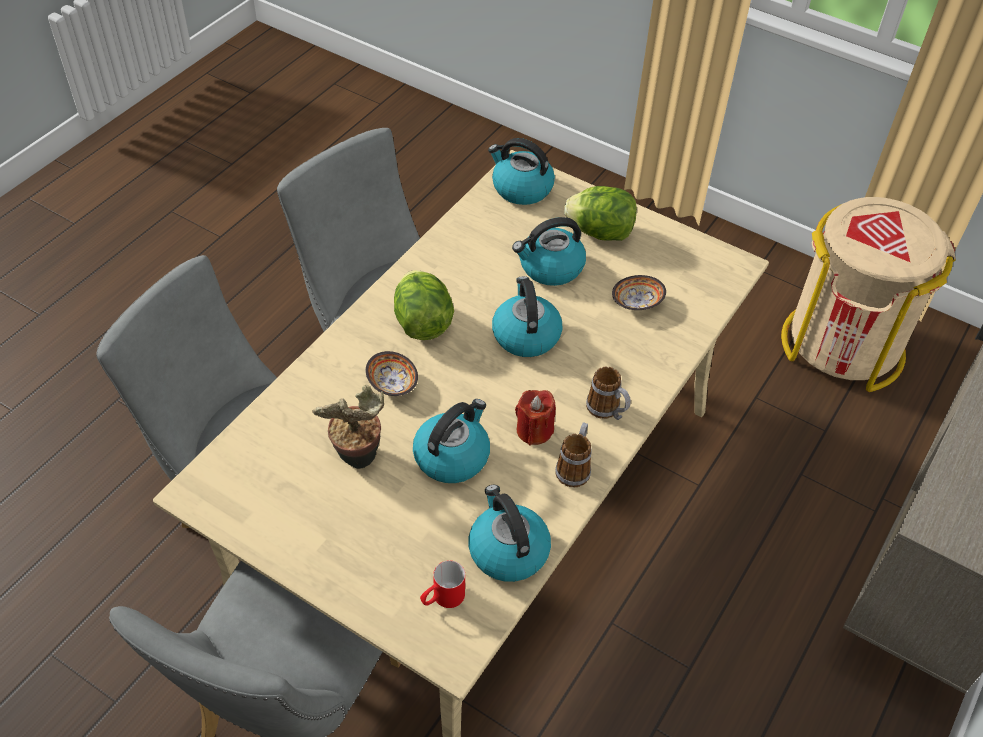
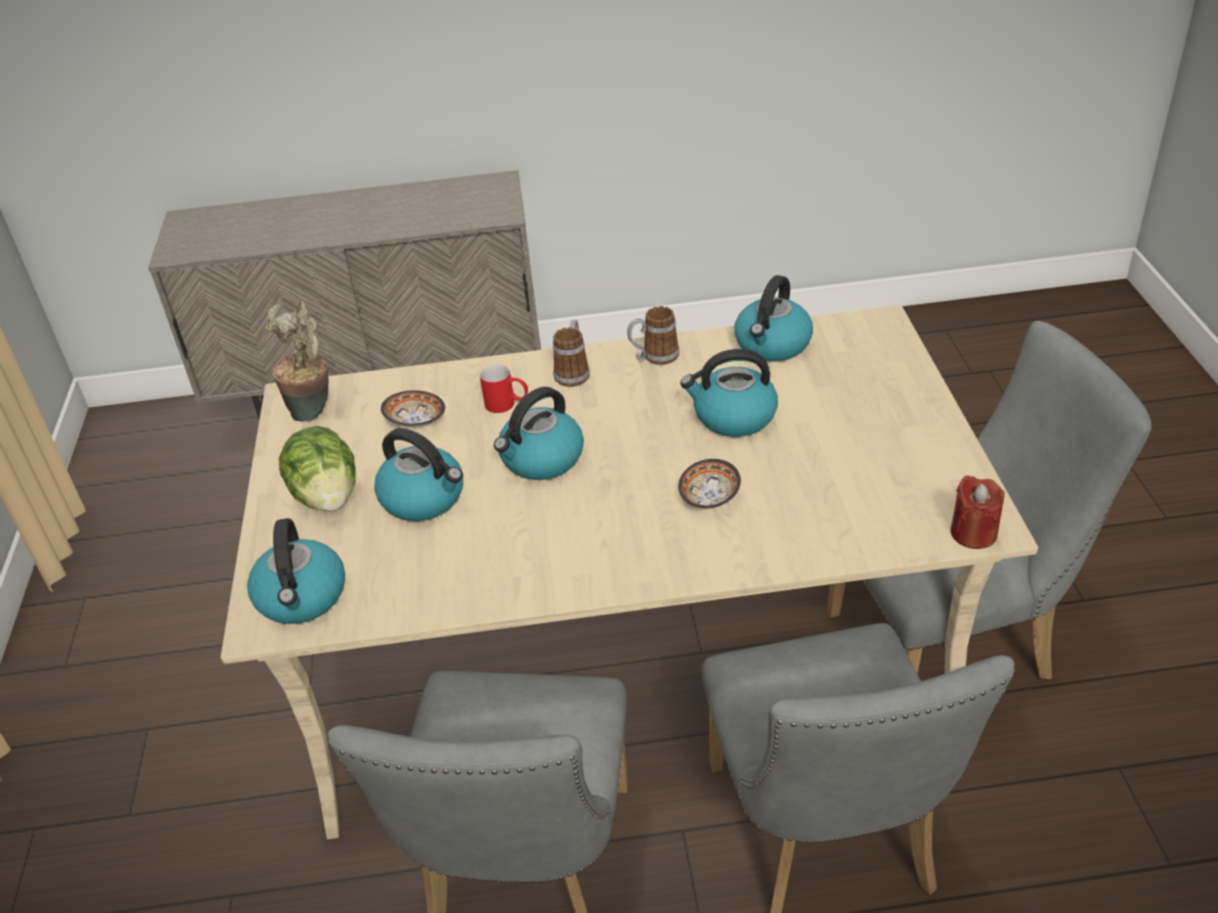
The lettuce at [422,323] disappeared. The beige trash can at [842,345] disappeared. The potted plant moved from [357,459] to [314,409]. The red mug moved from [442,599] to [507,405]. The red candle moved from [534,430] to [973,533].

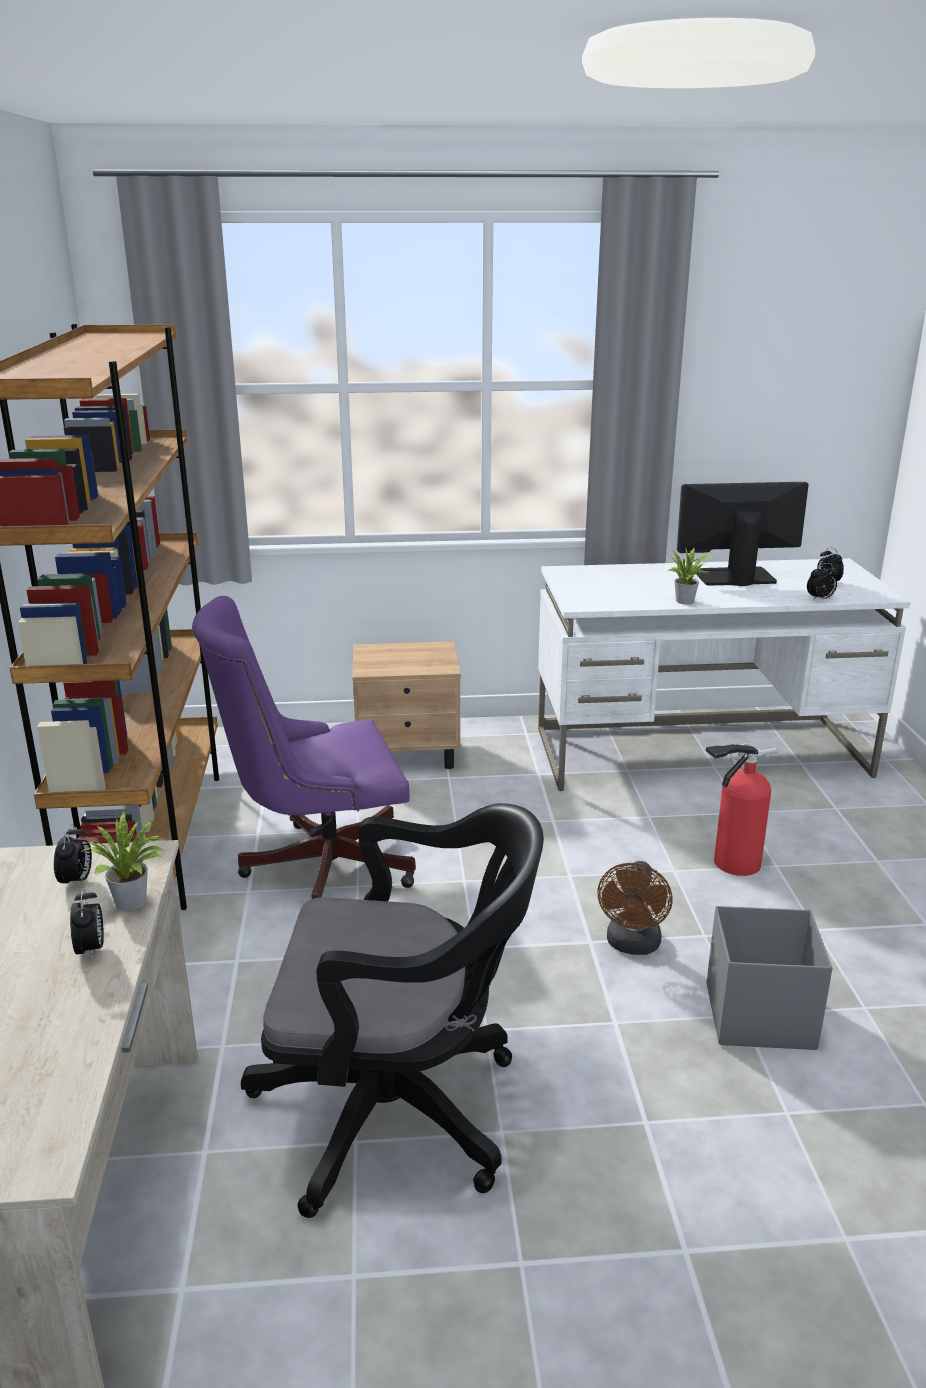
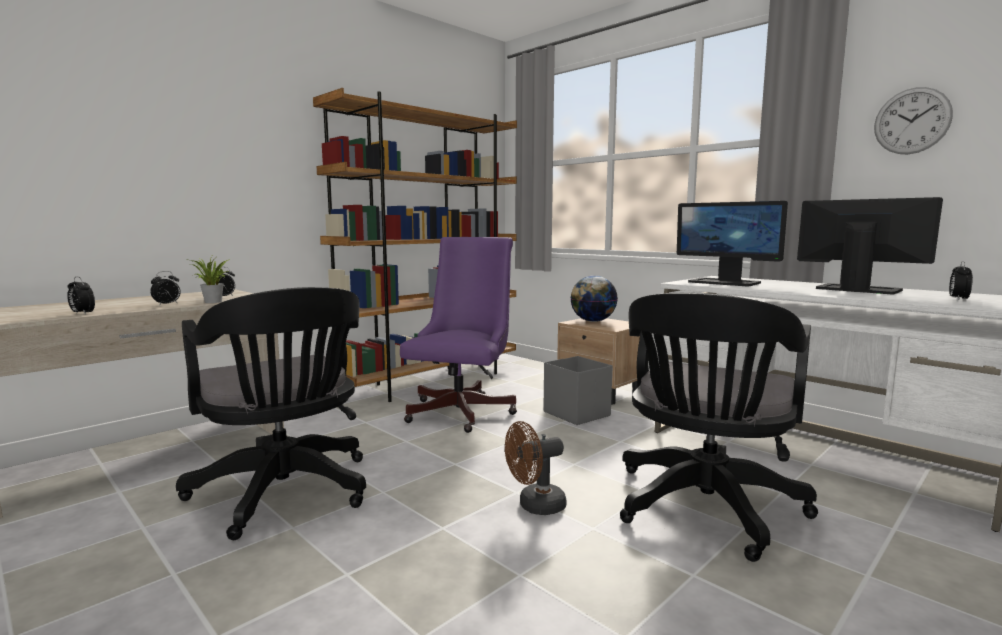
The potted plant at [687,601] disappeared. The globe at [592,321] appeared. The monitor at [725,282] appeared. The wall clock at [912,121] appeared. The grey storage box moved from [757,1016] to [576,413]. The alarm clock moved from [820,599] to [82,314]. The fire extinguisher at [732,864] was replaced by the black office chair at [704,510]. The purple office chair at [317,867] turned 75 degrees clockwise.

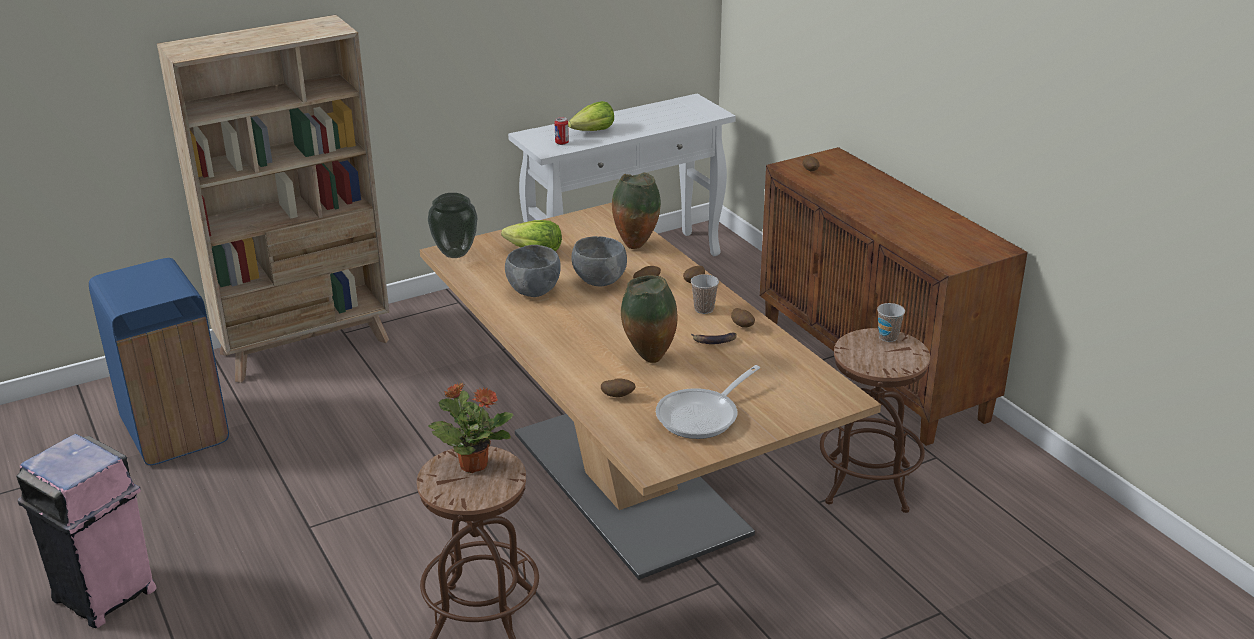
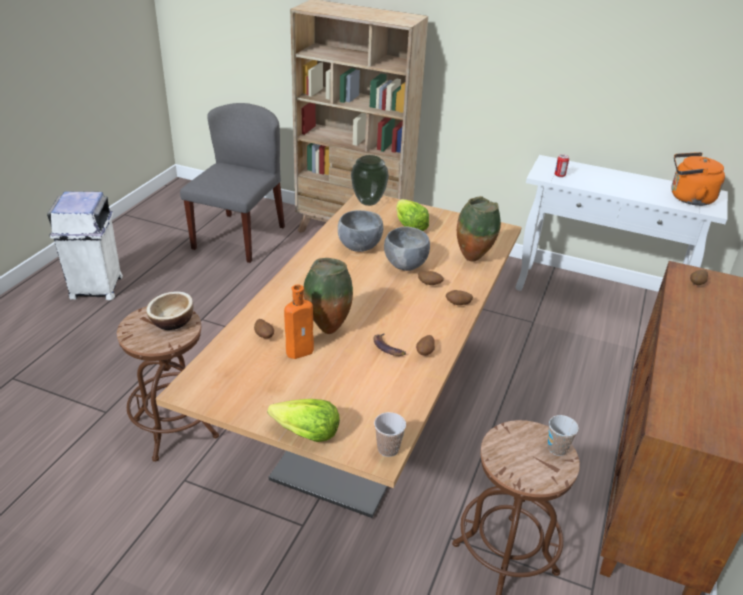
The frying pan at [703,416] disappeared. The orange bottle at [301,351] appeared. The orange kettle at [688,198] appeared. The lettuce moved from [593,131] to [306,433]. The cup moved from [704,309] to [388,449]. The blue trash can at [176,431] was replaced by the grey chair at [239,237]. The potted plant at [473,464] was replaced by the bowl at [172,321]. The pink trash can at [105,595] became the white trash can at [96,288].

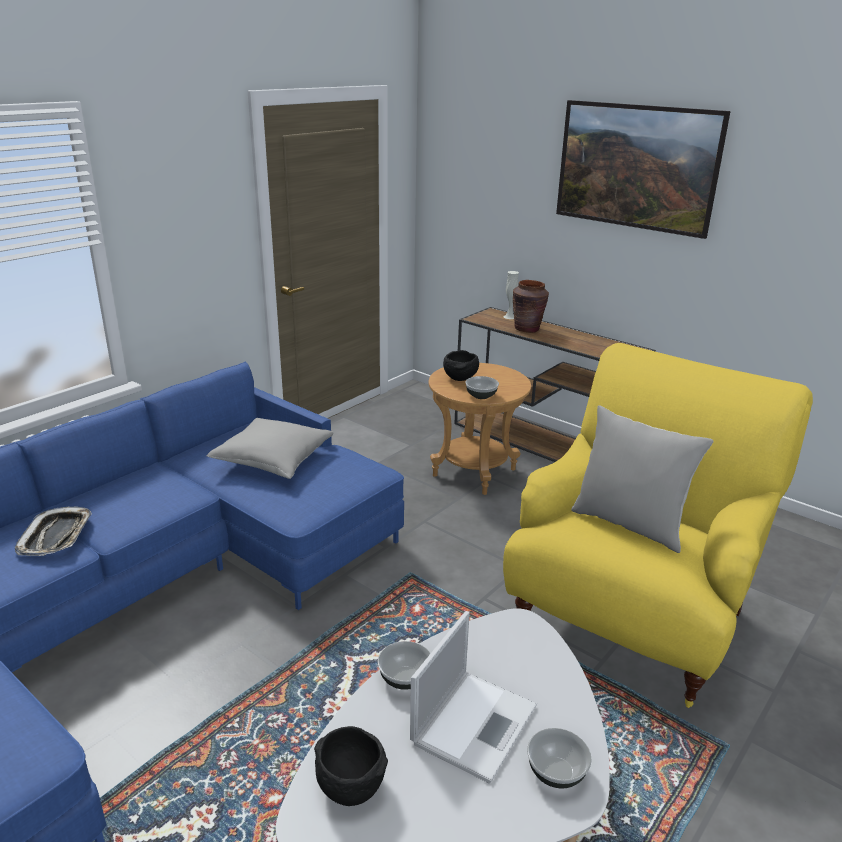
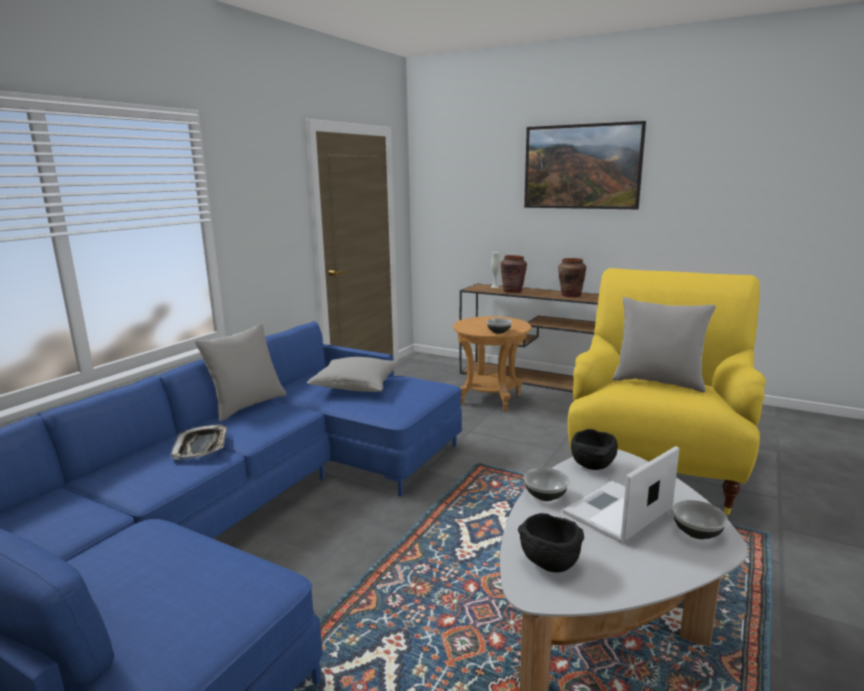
The grey pillow at [247,405] appeared. The brown vase at [570,295] appeared. The black bowl moved from [460,379] to [593,466]. The laptop at [475,722] turned 150 degrees counterclockwise.

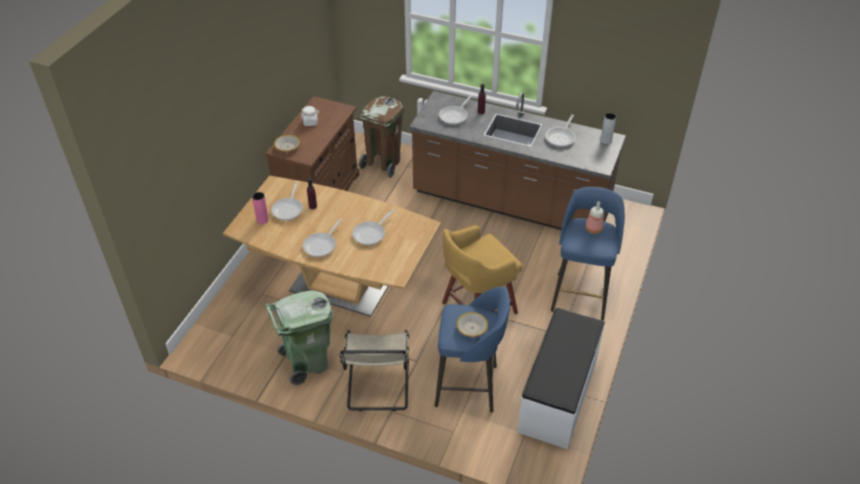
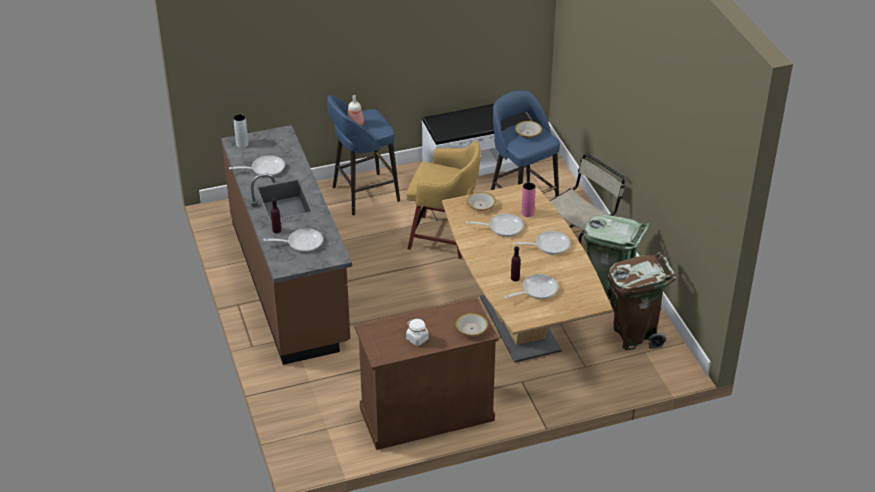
The bowl at [480,205] appeared. The pink vase moved from [262,220] to [527,213]. The brown trash can moved from [383,163] to [634,335].

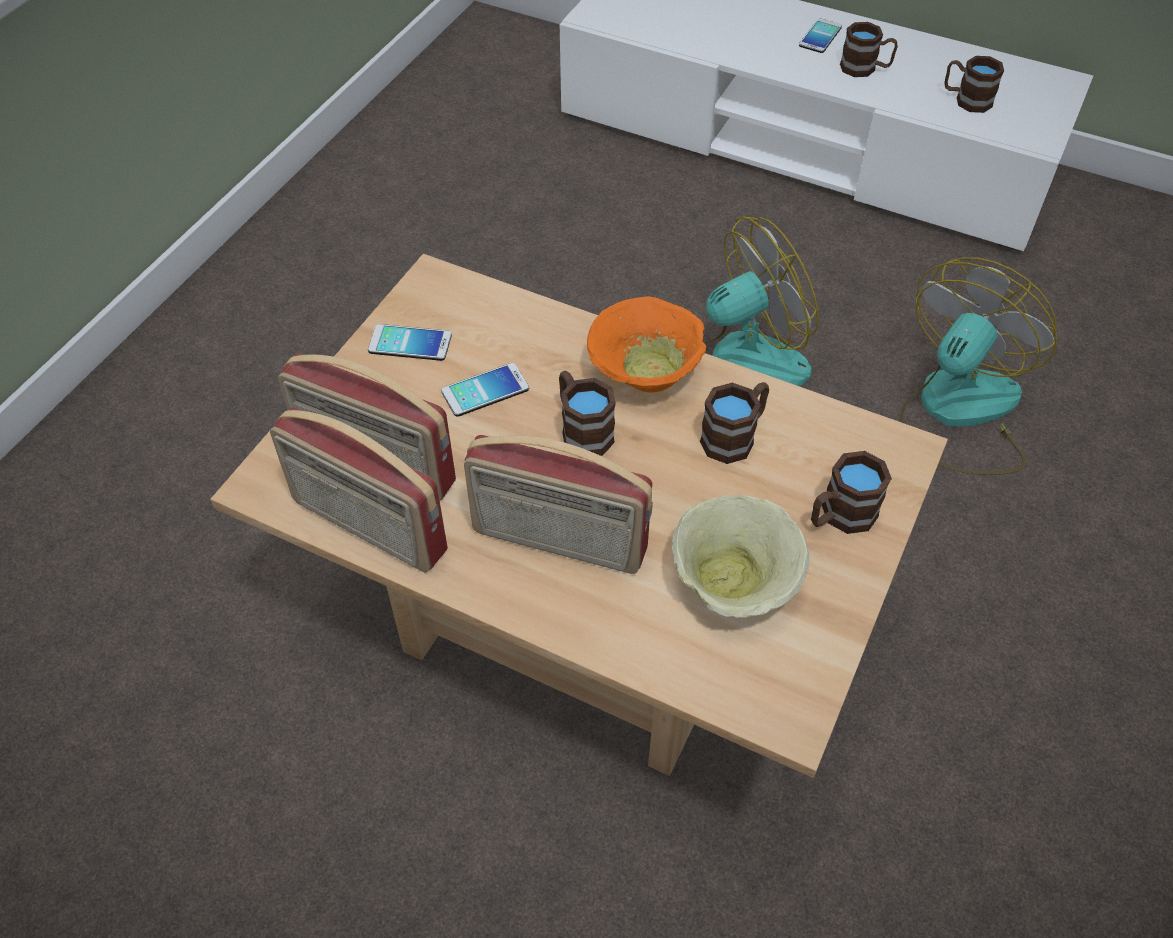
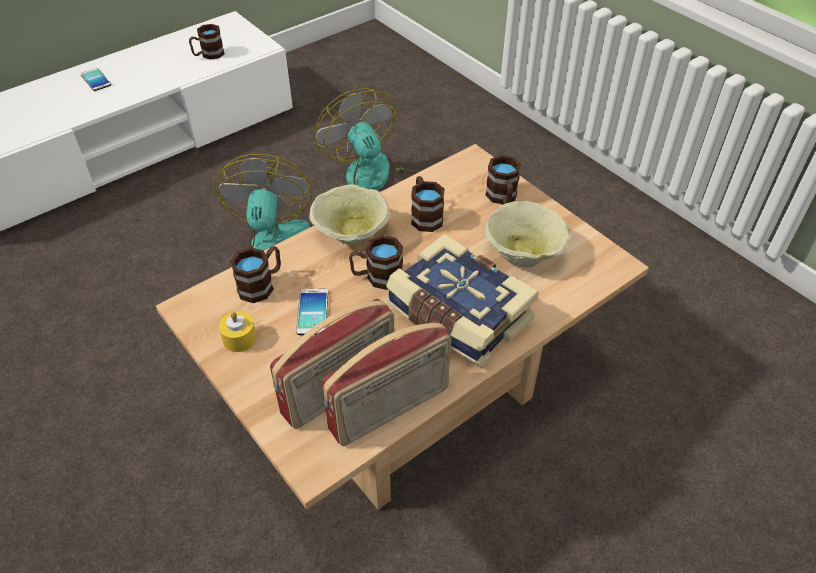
The brown mug moved from [865,68] to [261,285]. The phone at [410,343] was replaced by the yellow candle at [239,338]. The radio at [558,543] was replaced by the book at [457,317]. The orange bowl at [645,370] became the beige bowl at [350,233].

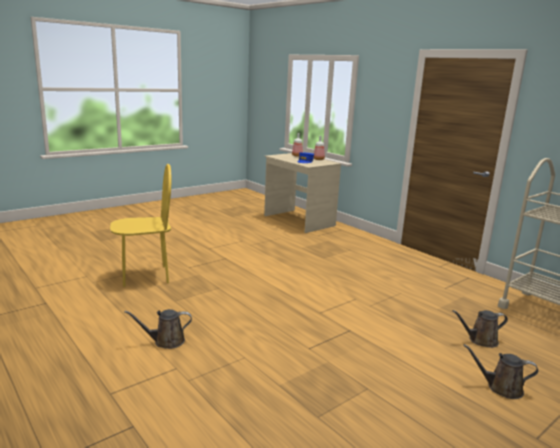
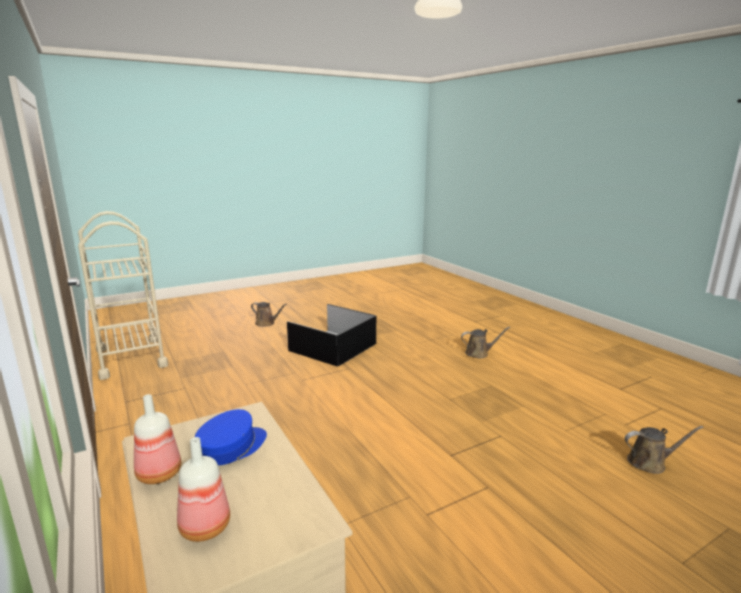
The yellow chair at [145,276] disappeared. The black storage box at [333,347] appeared. The brown watering can moved from [480,340] to [650,462].

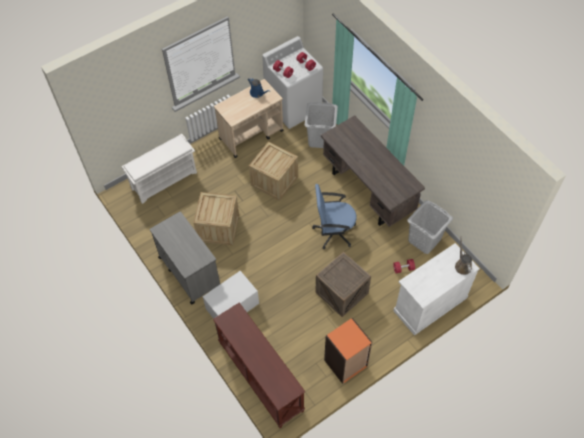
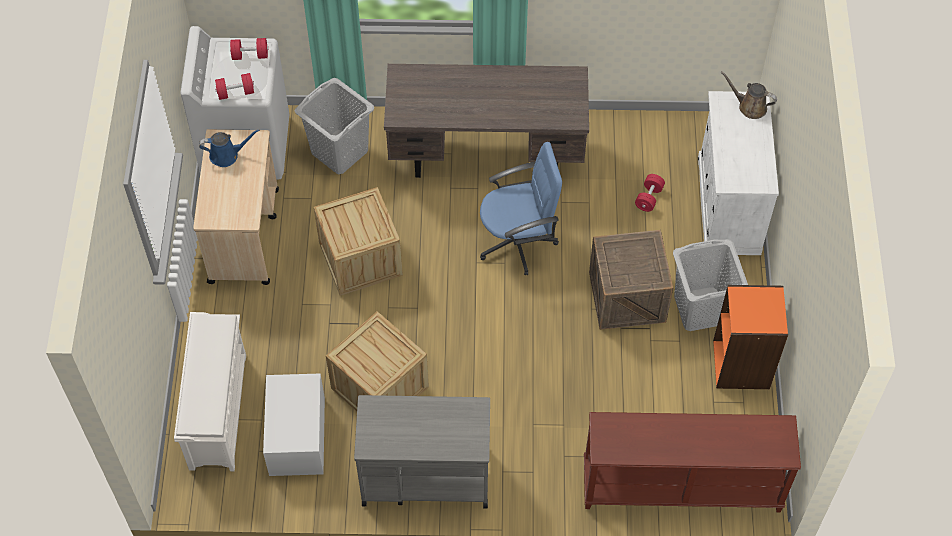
The white storage box moved from [232,306] to [297,436]. The grey laundry basket moved from [424,240] to [700,309]. The blue office chair at [333,232] turned 135 degrees counterclockwise.

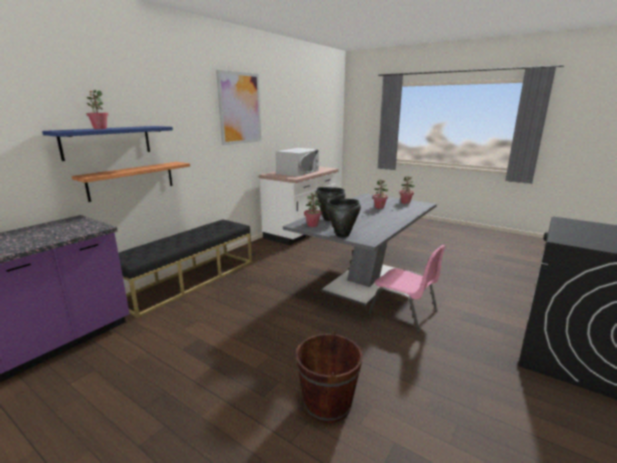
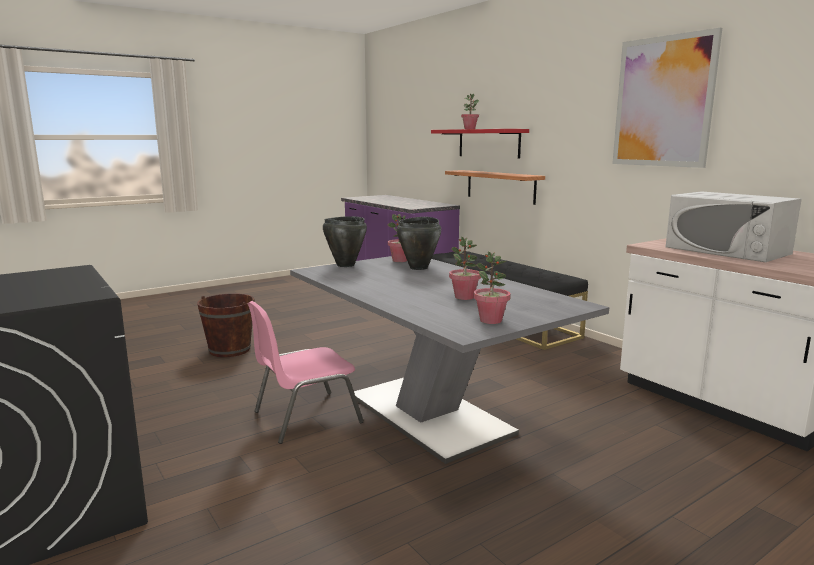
The blue shelf at [107,142] became the red shelf at [488,143].

